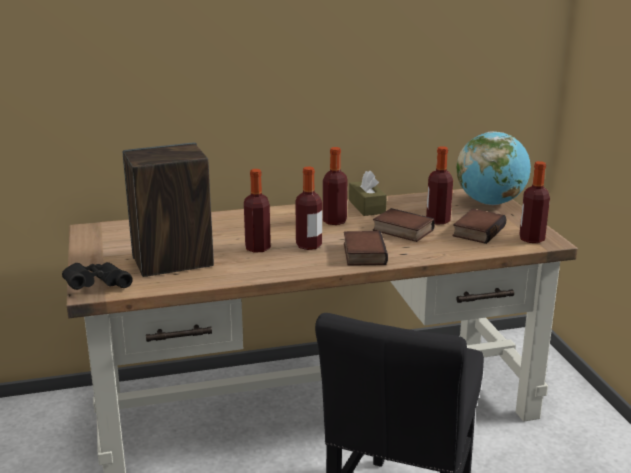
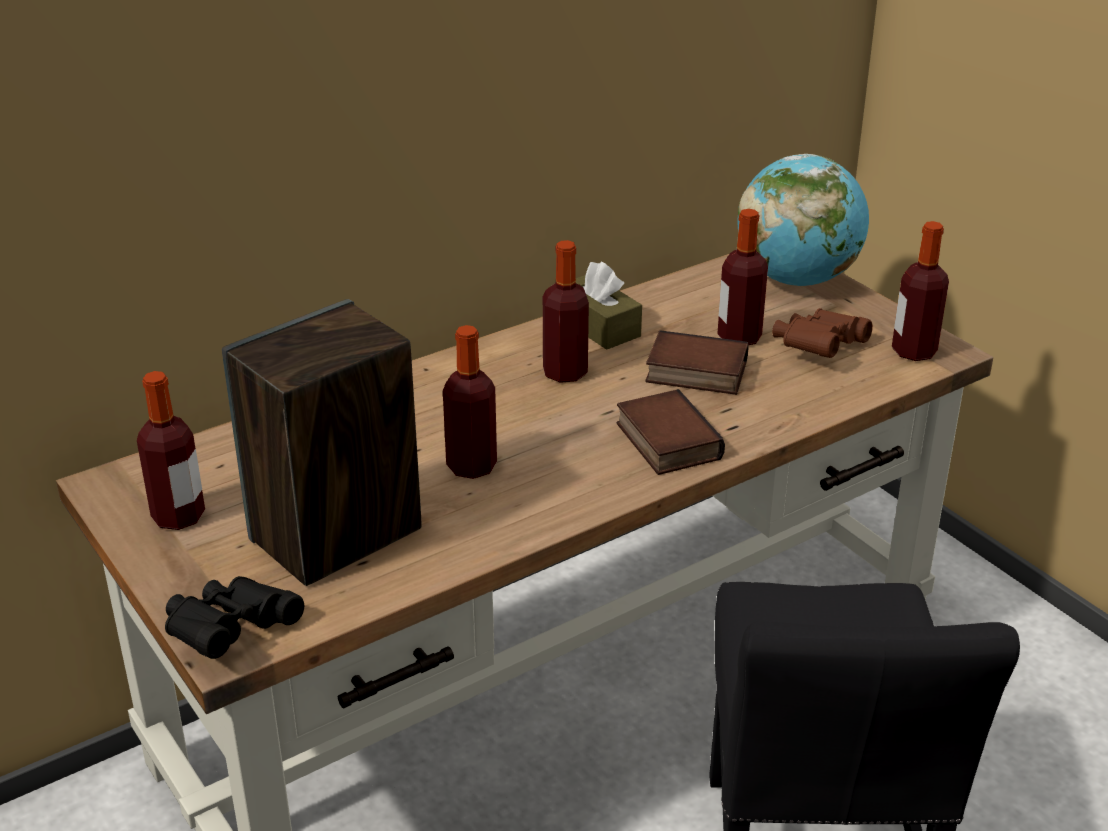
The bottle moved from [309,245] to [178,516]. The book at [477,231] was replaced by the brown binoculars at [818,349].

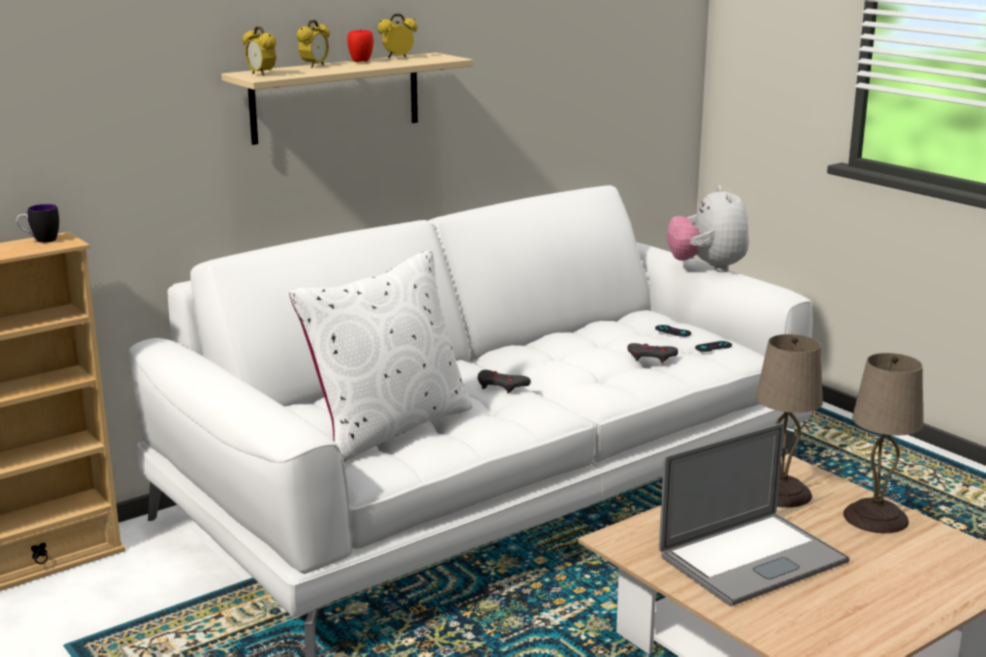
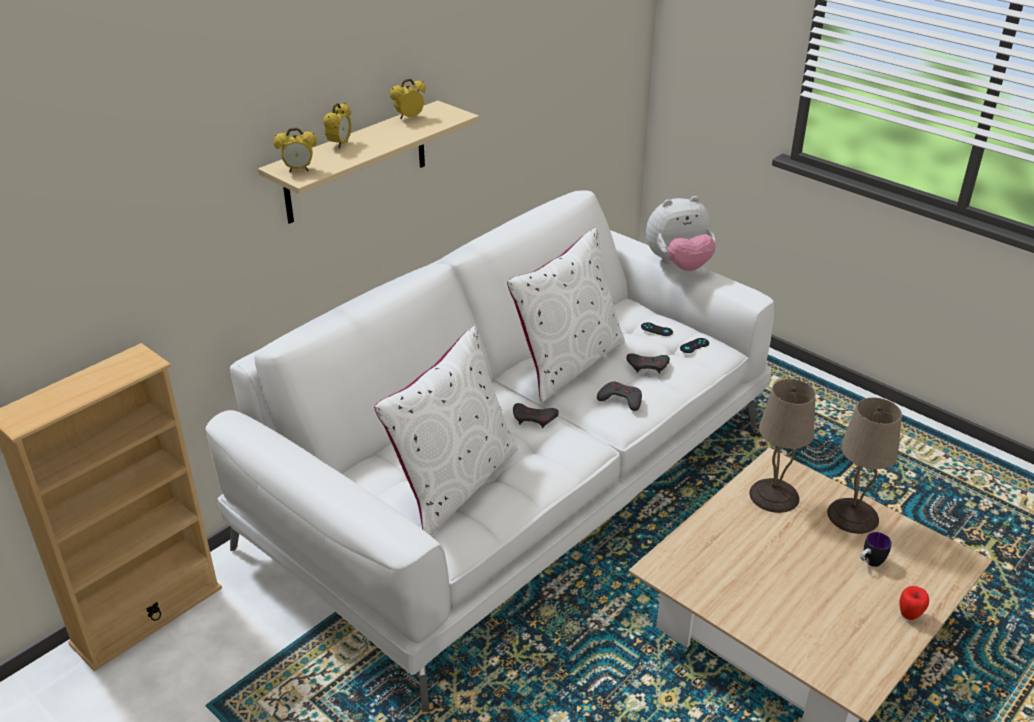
The laptop at [752,559] disappeared. The white pillow at [567,363] appeared. The grey game controller at [620,399] appeared. The mug moved from [40,241] to [870,563]. The apple moved from [361,62] to [909,615]. The alarm clock at [261,74] turned 45 degrees counterclockwise. The plush toy at [707,268] turned 90 degrees counterclockwise.

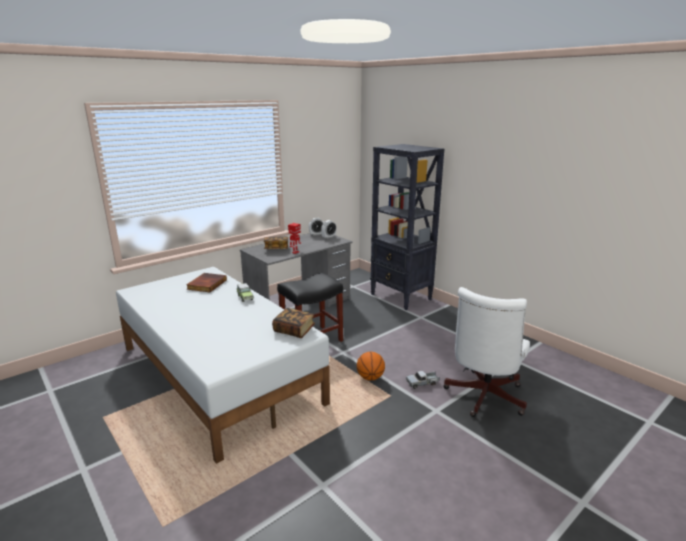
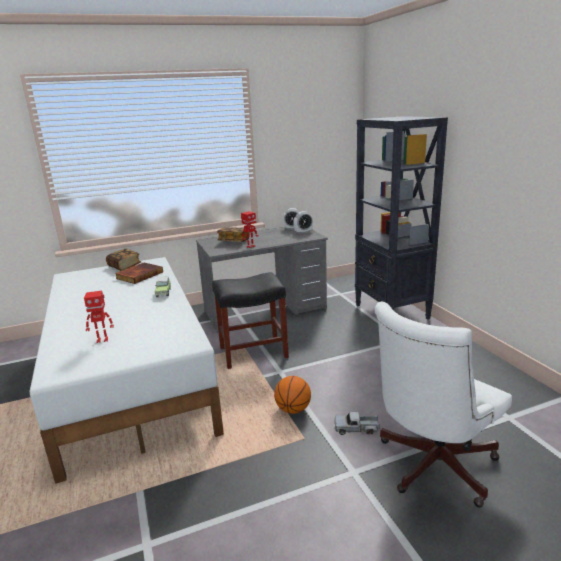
The toy robot at [102,340] appeared. The book moved from [294,330] to [125,267].

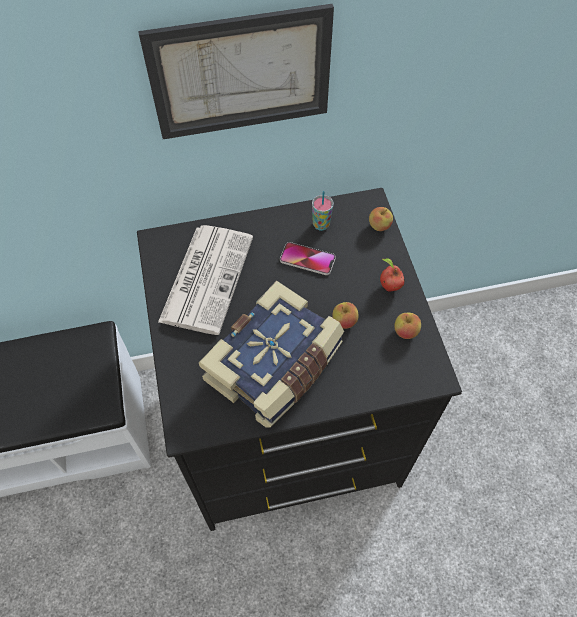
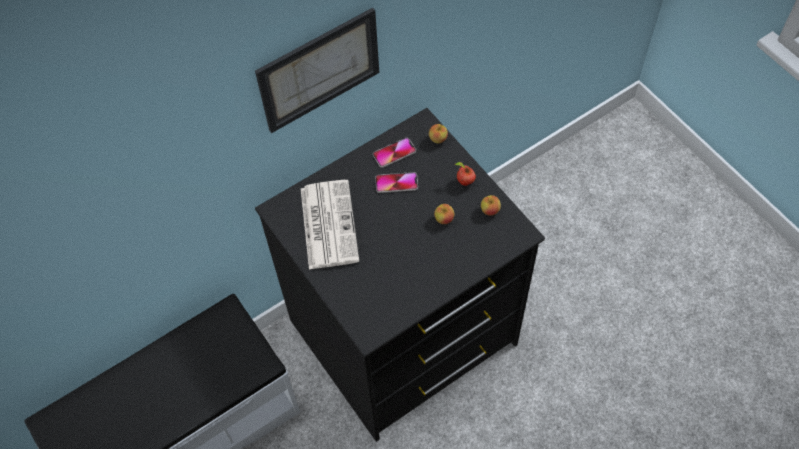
The book at [276,365] disappeared. The cup at [321,225] was replaced by the phone at [394,153].

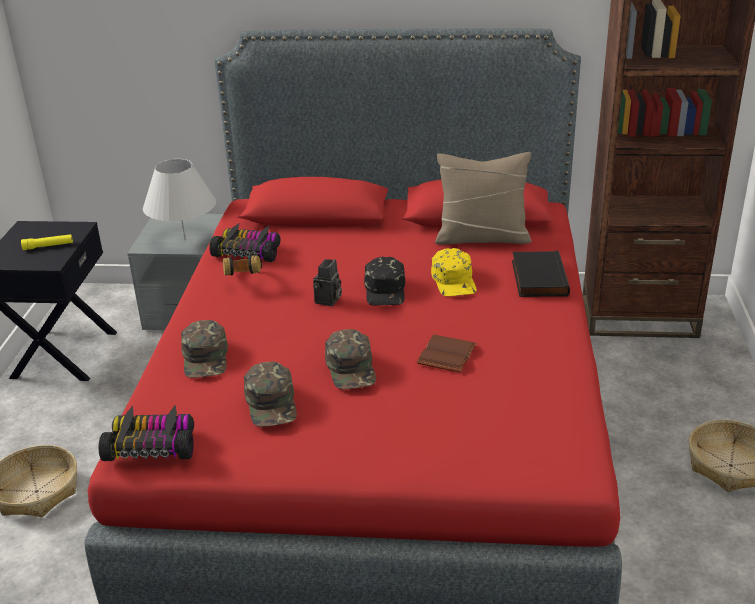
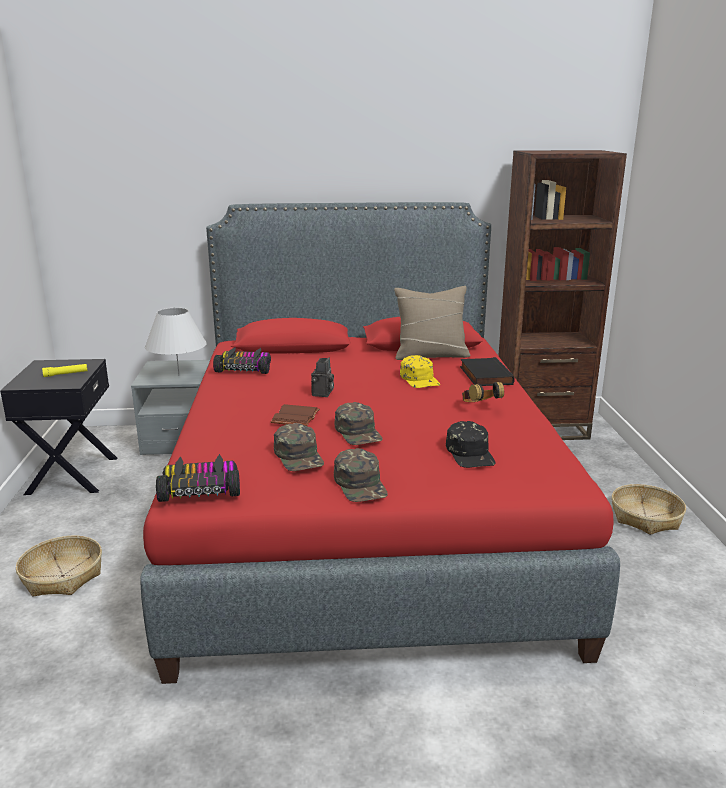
The green cap moved from [206,357] to [361,484]. The headphones moved from [244,280] to [480,408]. The black cap moved from [385,290] to [470,453]. The brown book moved from [448,356] to [296,418].

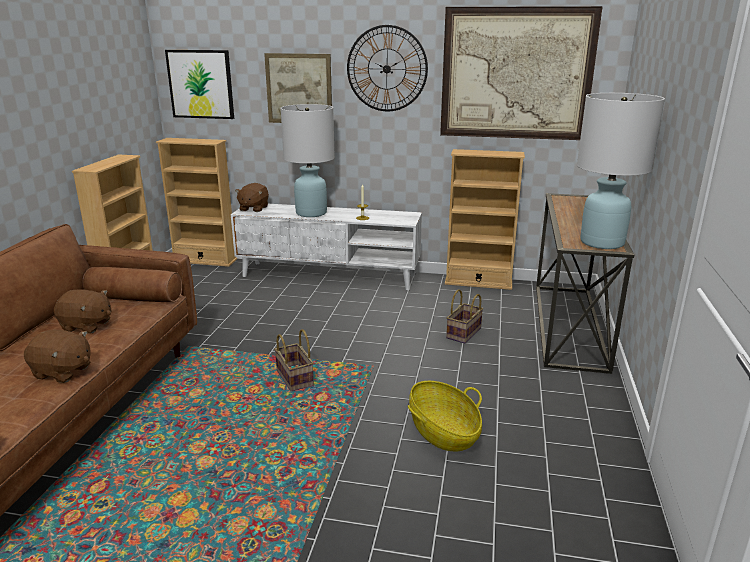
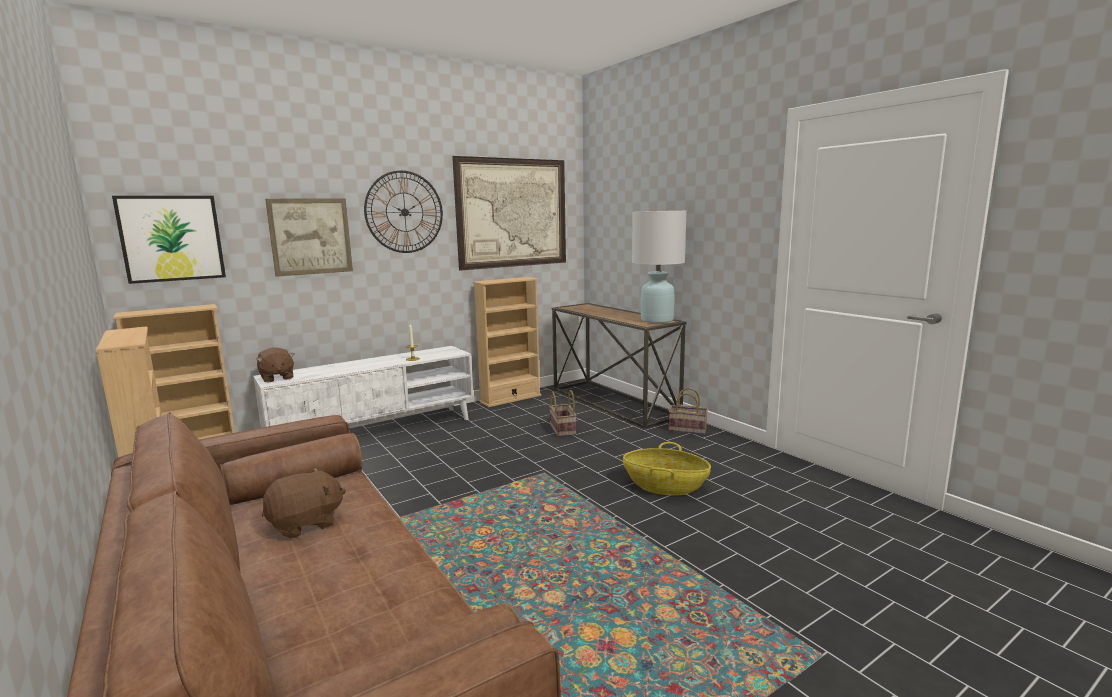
The brown plush toy at [62,372] disappeared. The white table lamp at [311,213] disappeared. The basket moved from [296,379] to [688,429].

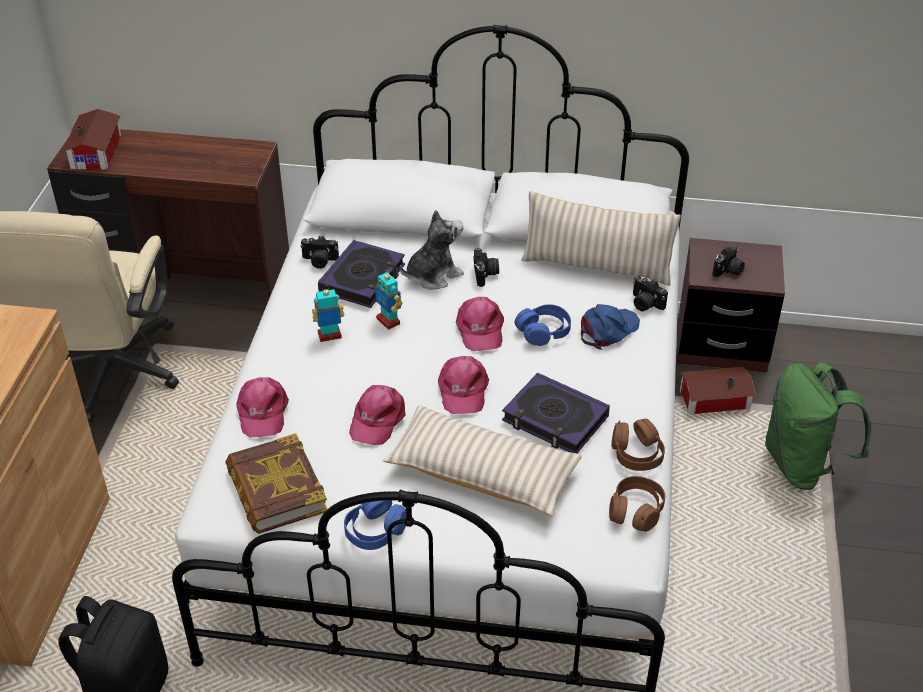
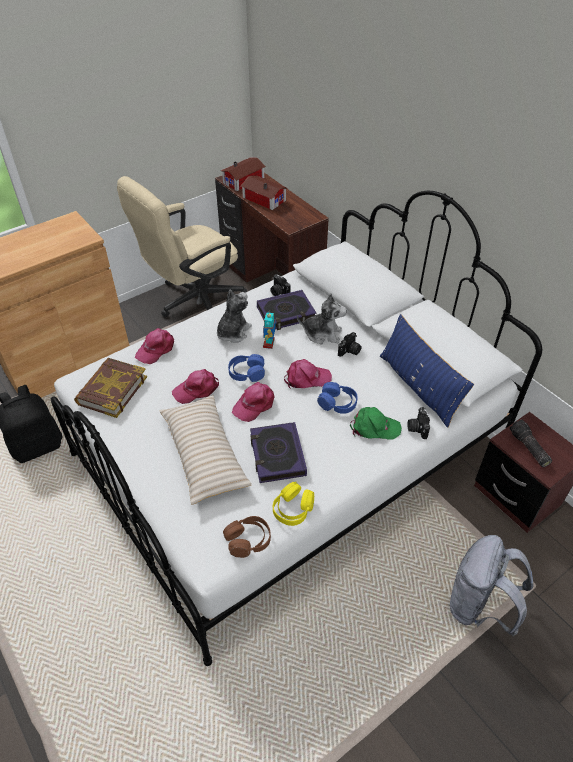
The blue headphones moved from [375,530] to [246,373]. The toy house moved from [712,399] to [264,198]. The toy robot at [329,336] was replaced by the plush toy at [233,332]. The photo camera at [728,271] was replaced by the flashlight at [528,448]. The beige pillow at [596,266] became the blue pillow at [418,387]. The blue cap at [608,330] became the green cap at [374,427]. The brown headphones at [636,453] became the yellow headphones at [293,509]. The green backpack at [803,466] became the grey backpack at [478,606]. The pink cap at [479,329] turned 135 degrees counterclockwise.

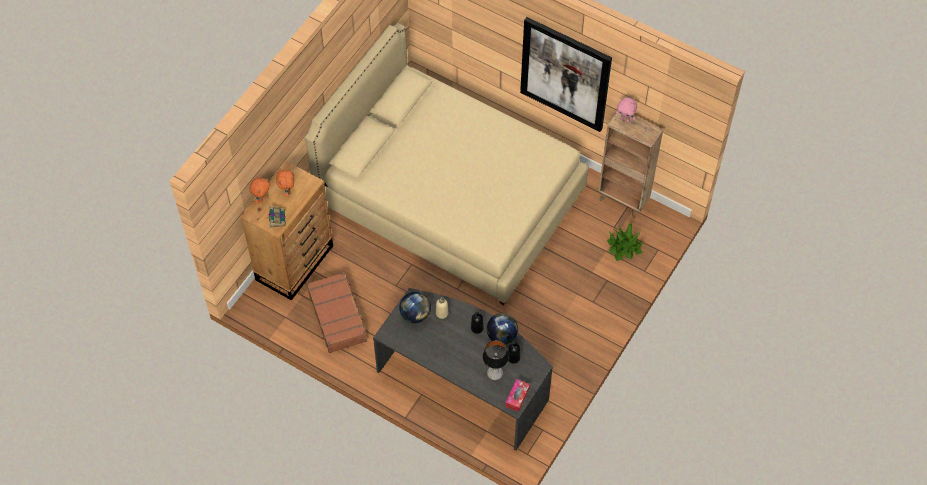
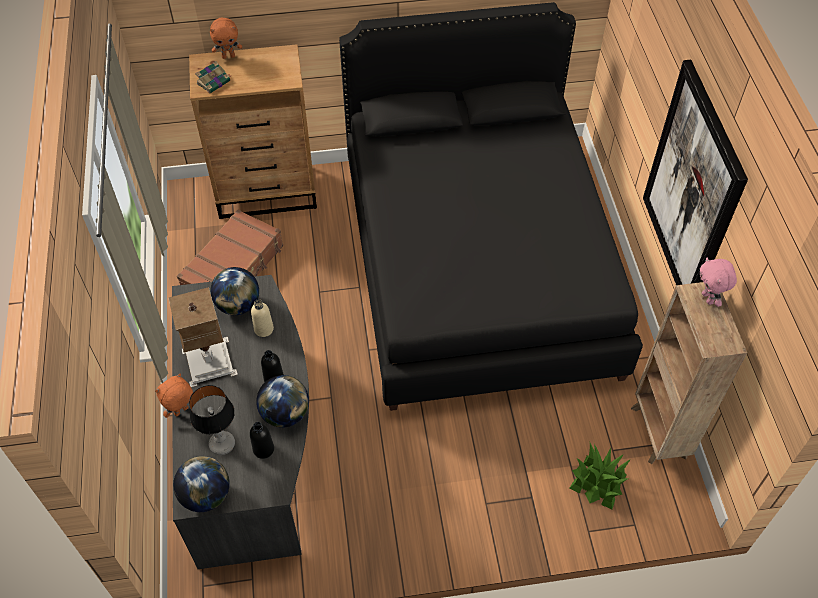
The table lamp at [208,361] appeared. The orange plush toy moved from [287,191] to [181,412]. The tissue box at [517,397] was replaced by the globe at [206,495]. The beige bed at [450,198] became the black bed at [477,264].

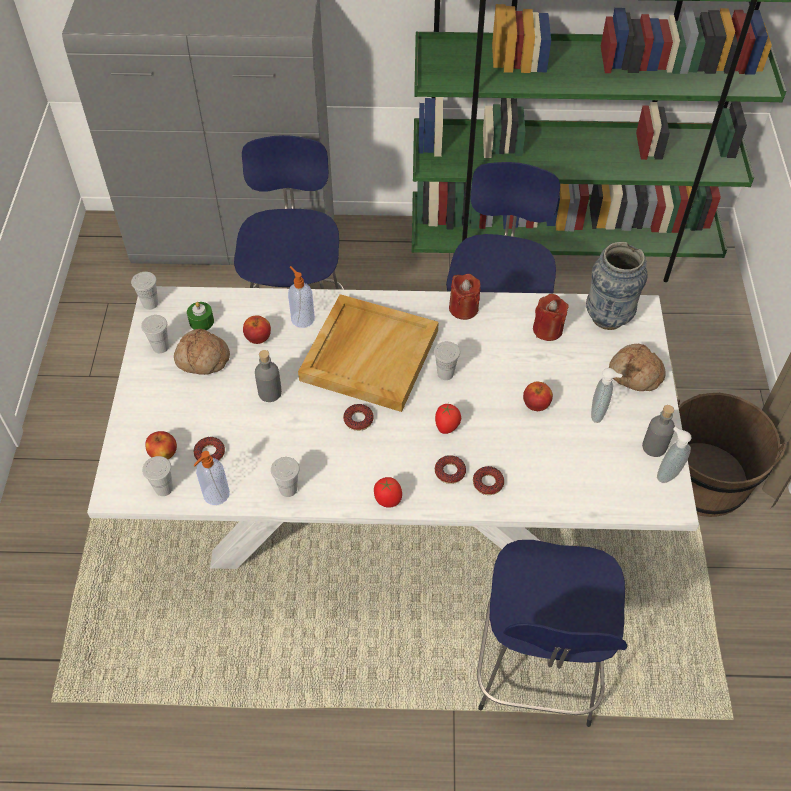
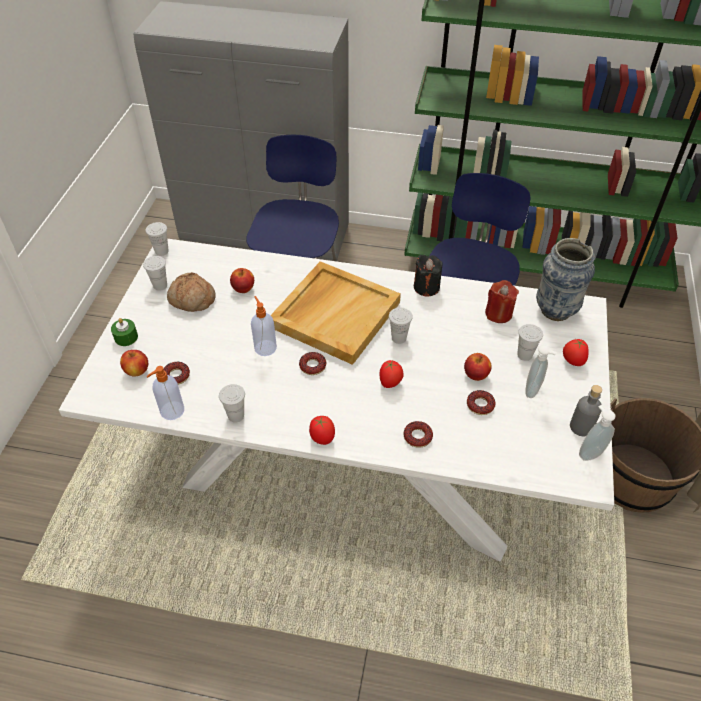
The grey bottle at [270,393] disappeared. The blue stool at [536,671] disappeared. The white cup moved from [164,488] to [524,355]. The green candle moved from [201,321] to [126,337]. The soap dispenser moved from [302,318] to [265,347]. The donut moved from [450,472] to [480,405]. The bread at [634,374] was replaced by the tomato at [572,361]. The red candle at [463,308] became the black candle at [426,287].

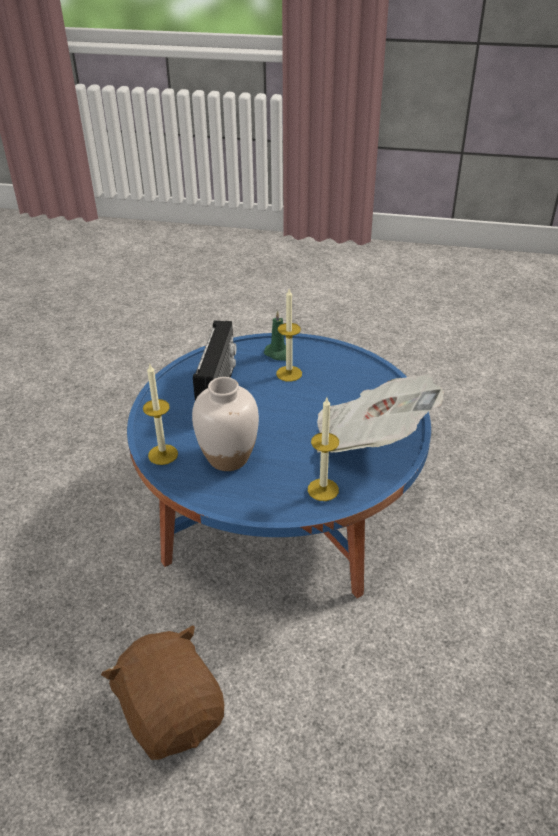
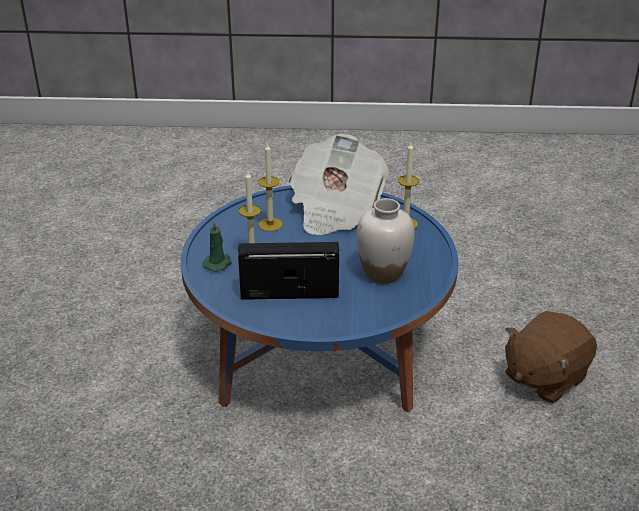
The candle moved from [163,454] to [270,224].

